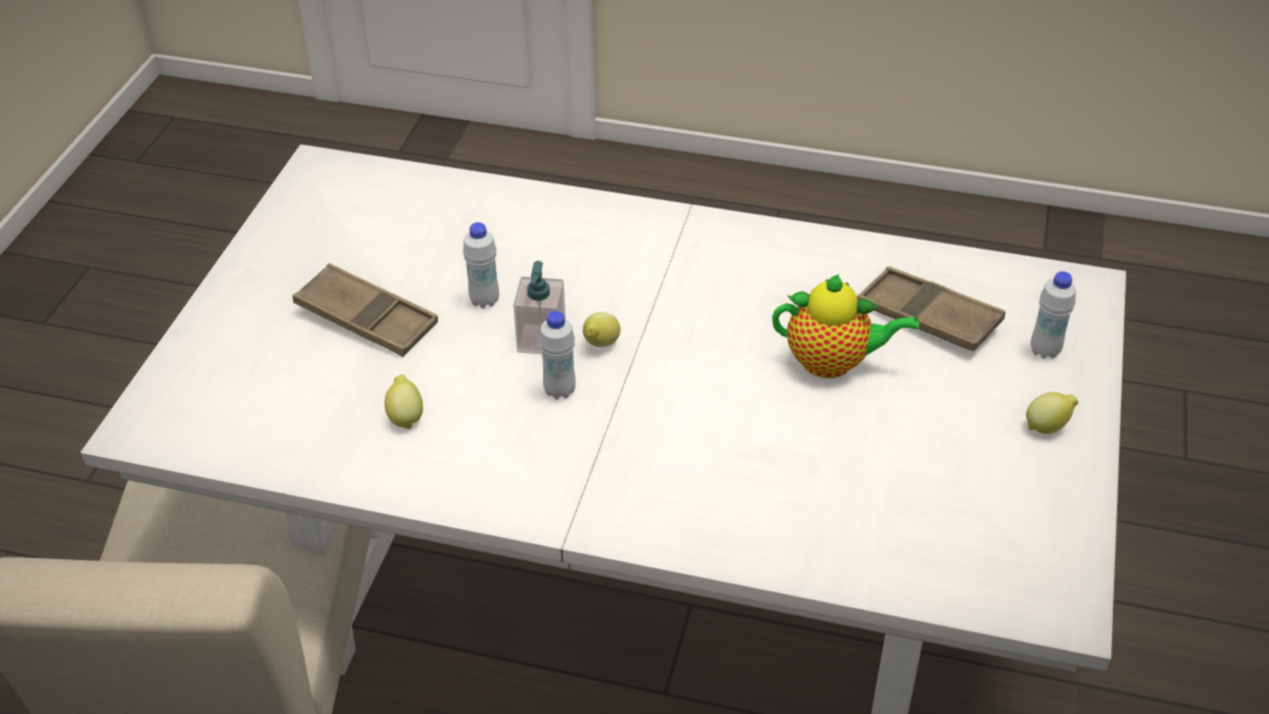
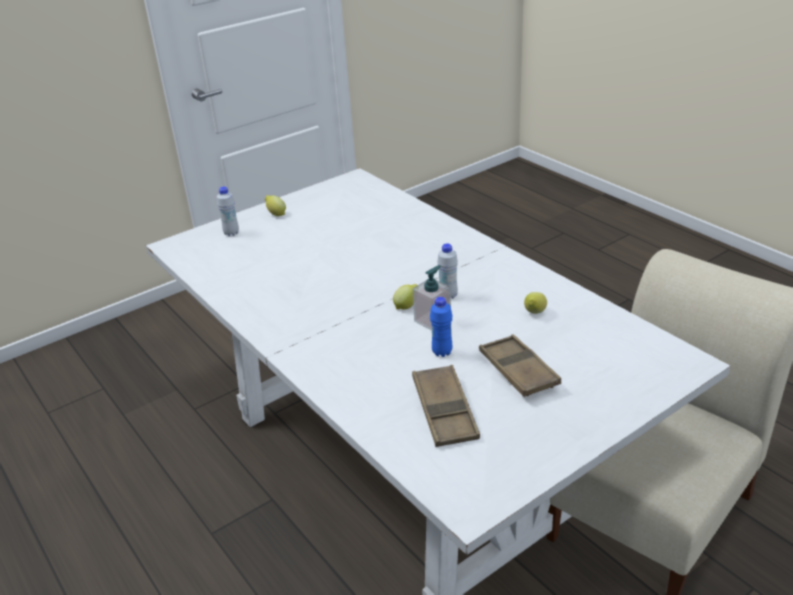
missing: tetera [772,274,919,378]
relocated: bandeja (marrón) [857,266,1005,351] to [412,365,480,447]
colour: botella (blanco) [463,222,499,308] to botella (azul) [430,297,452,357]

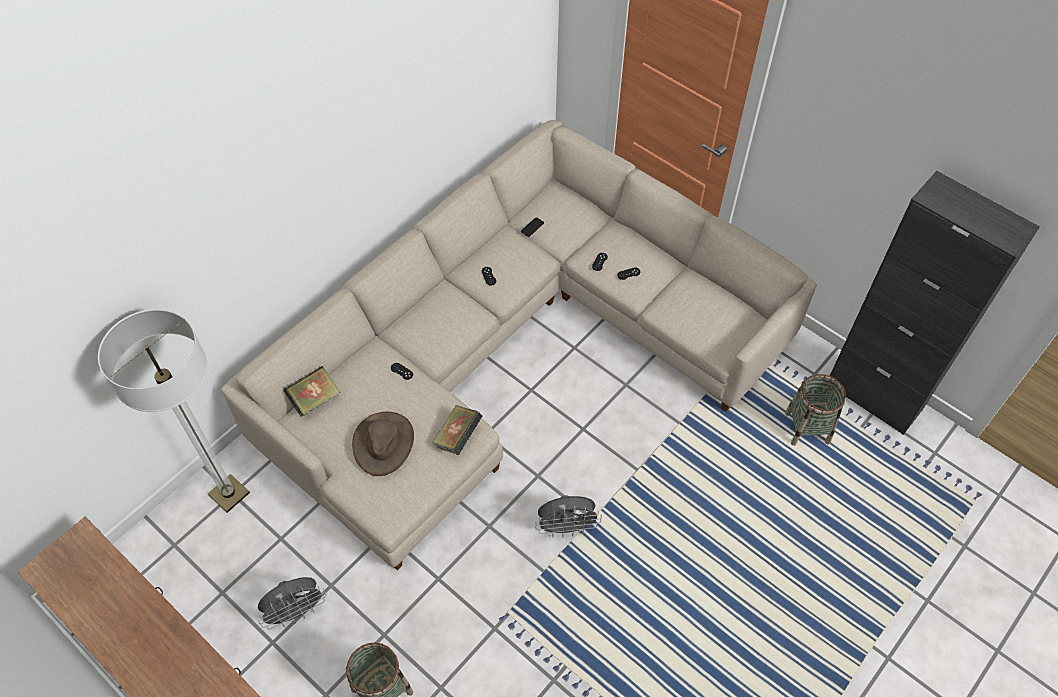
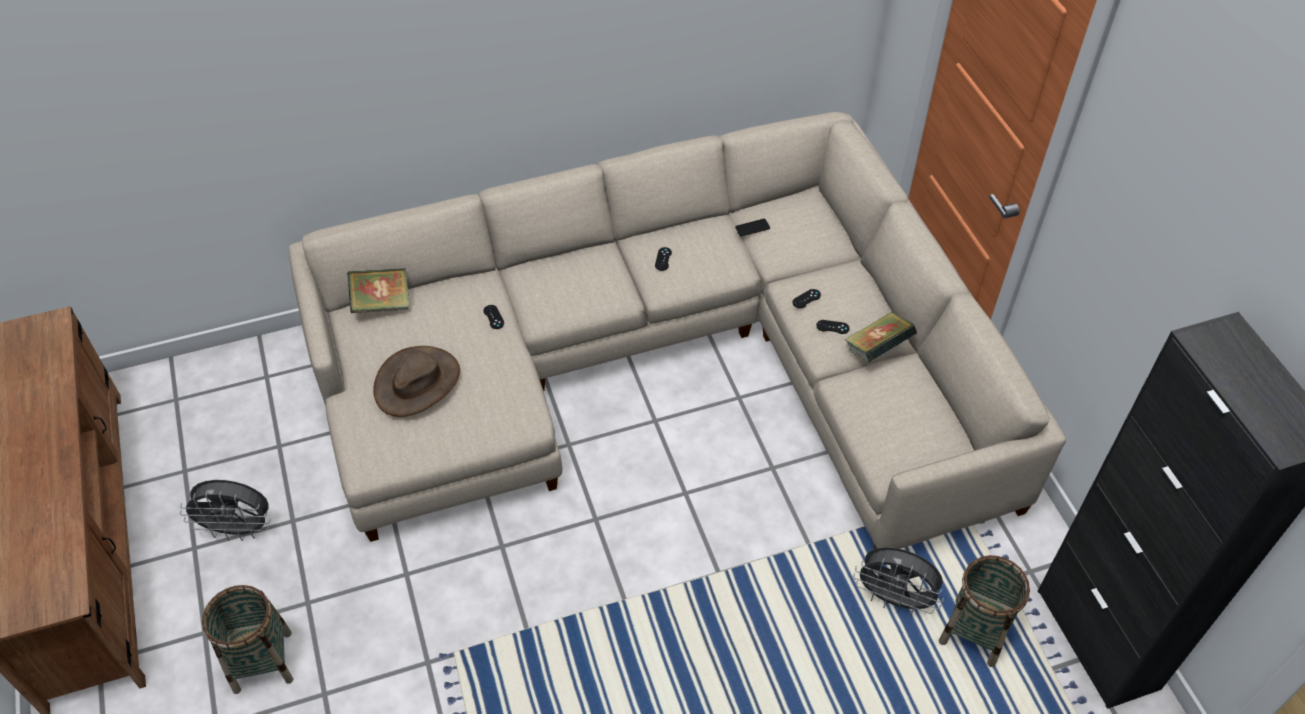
missing: lámpara de pie [98,309,250,513]
relocated: libro [432,405,482,455] to [844,312,917,362]; ventilador (gris) [535,495,602,537] to [853,547,944,616]

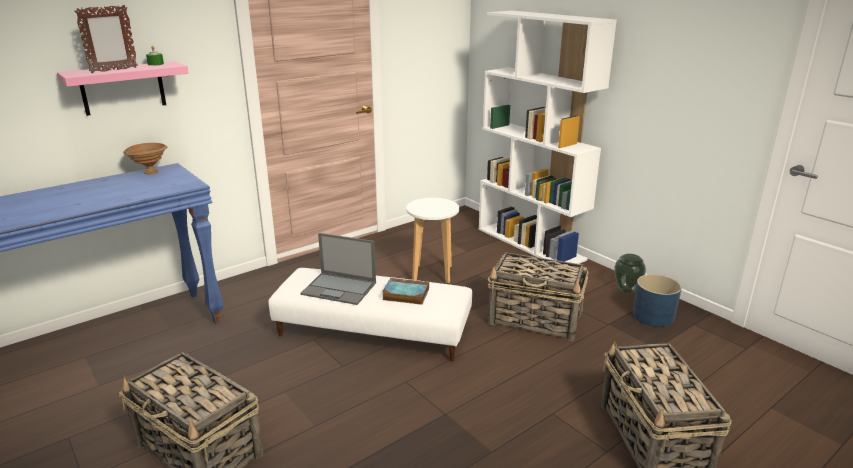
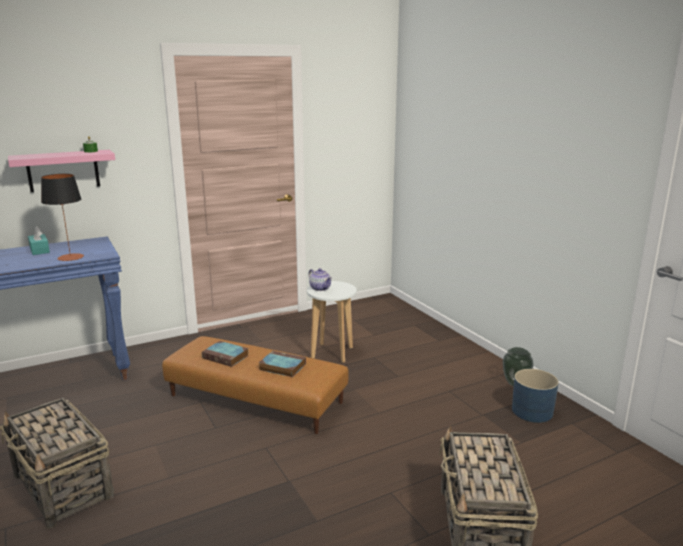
missing: portarretratos [74,5,138,73]; estantería (blanco) [479,11,617,264]; cuenco (marrón) [123,143,167,174]; cesta [488,252,589,341]
appeared: lámpara de mesa [41,174,84,261]; caja de pañuelos (turquesa) [28,227,50,255]; tetera [309,268,332,291]
exchanged: portátil [300,233,376,305] to libro [202,341,249,367]
colour: puf (blanco) [268,268,472,361] to puf (marrón) [162,336,349,434]

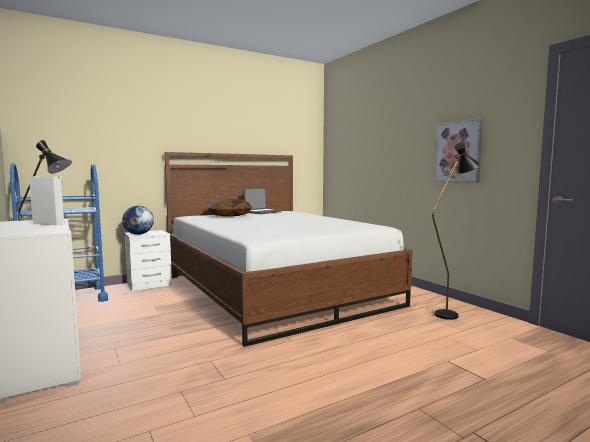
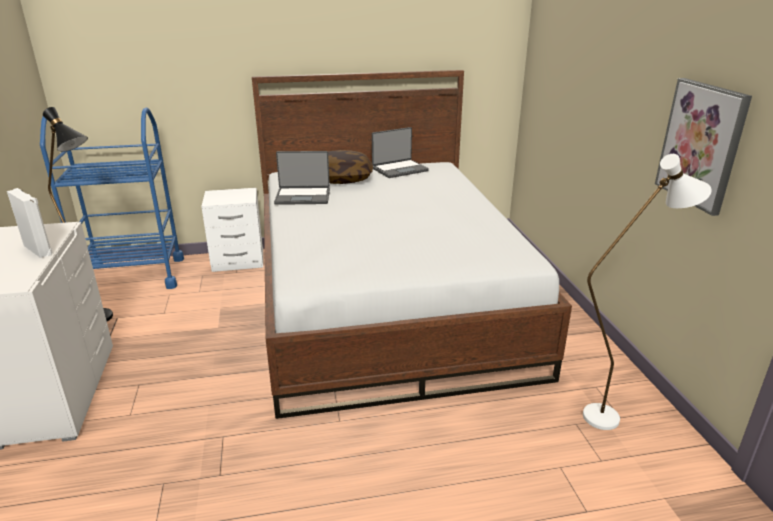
missing: globo terráqueo [122,206,154,235]
appeared: portátil [274,151,330,205]
colour: lámpara de pie (negro) [432,142,480,320] to lámpara de pie (blanco) [583,154,712,430]

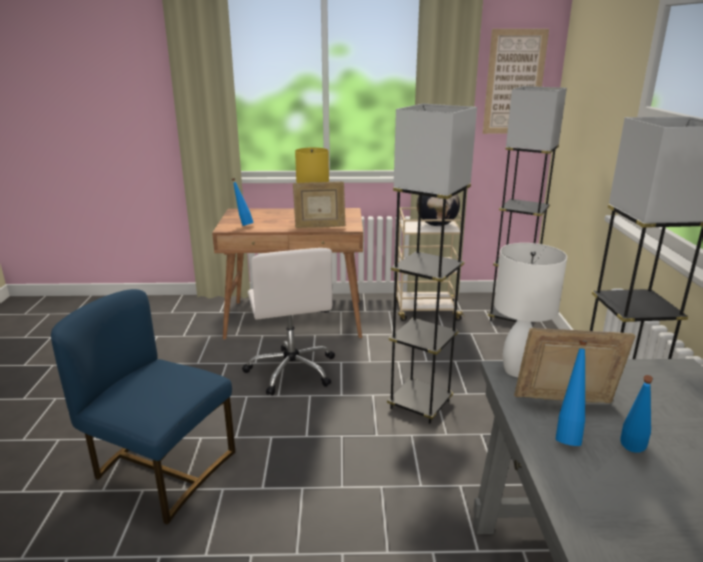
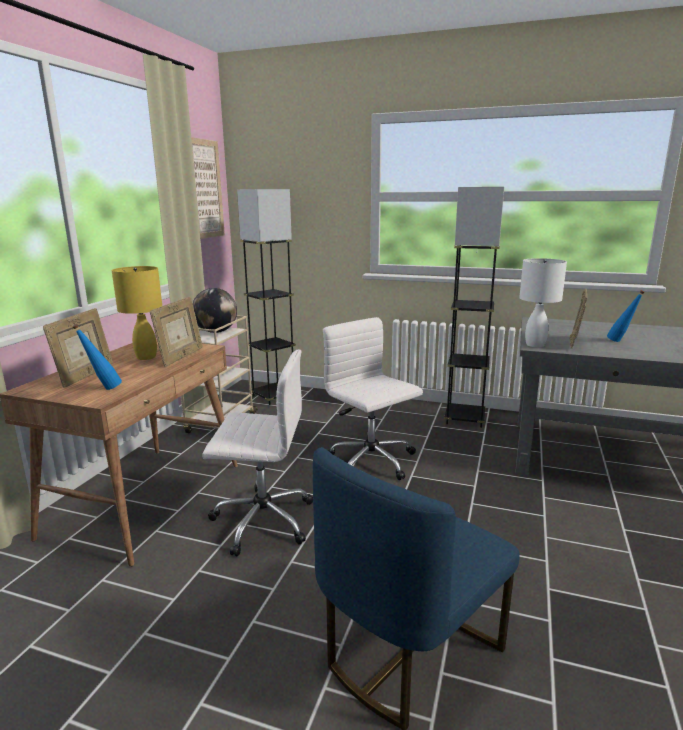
missing: botella (azul) [556,340,587,446]
appeared: portarretratos [43,308,113,388]
exchanged: lámpara de pie (negro) [387,104,477,424] to silla de oficina (blanco) [323,317,423,480]

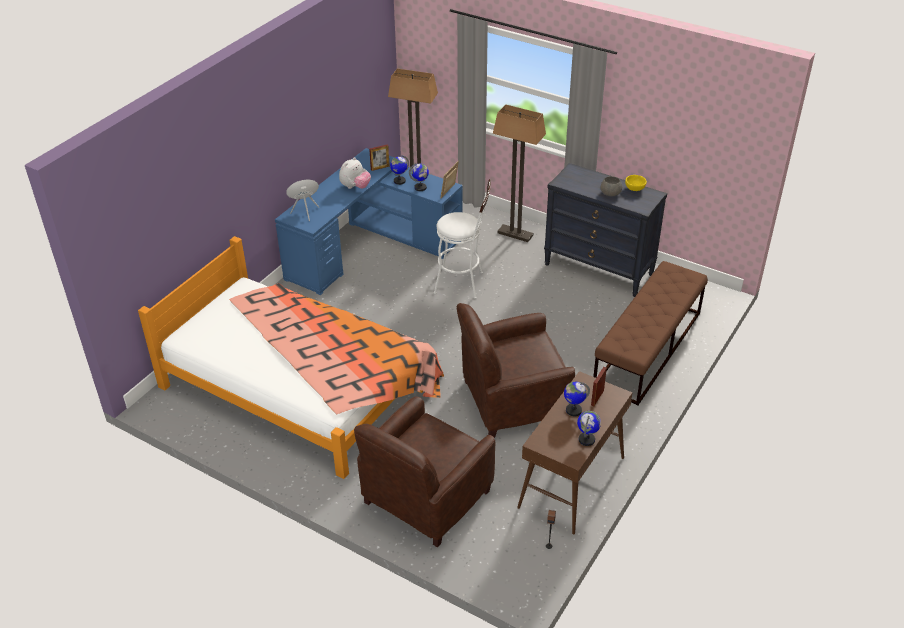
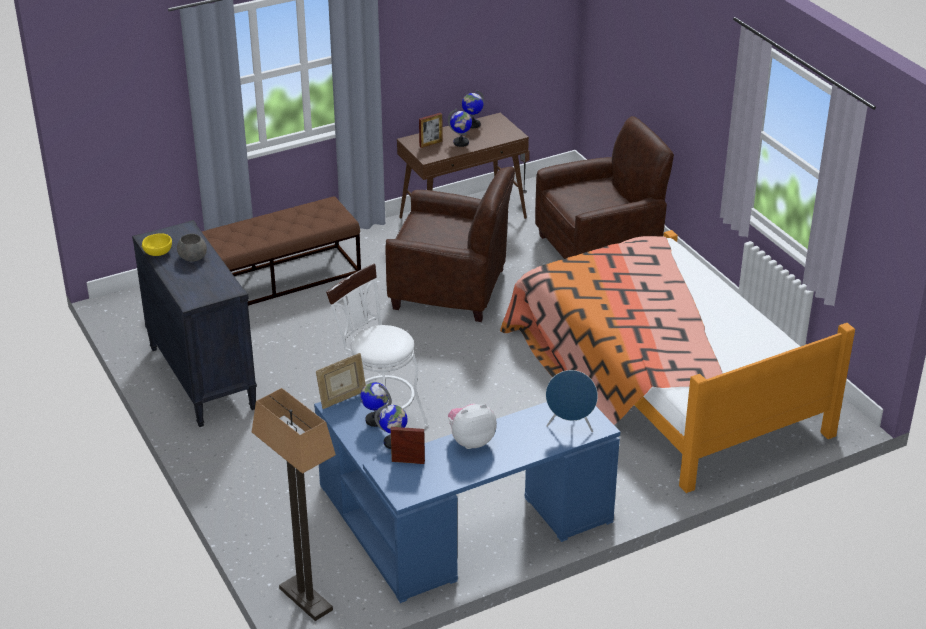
missing: lámpara de pie [493,104,546,242]

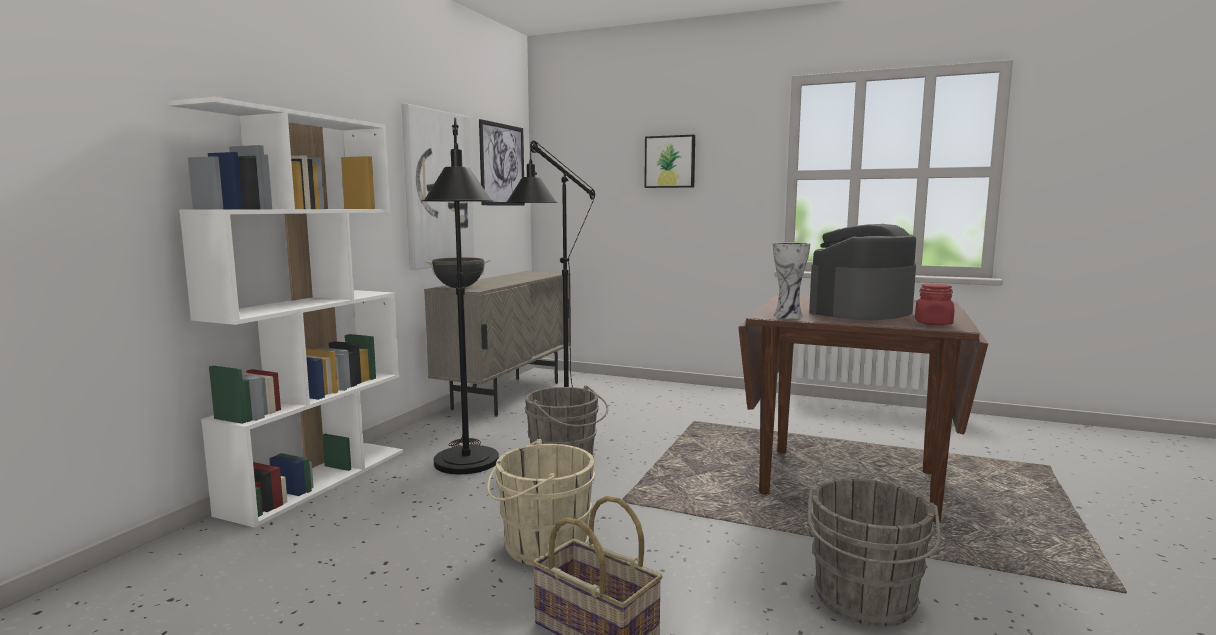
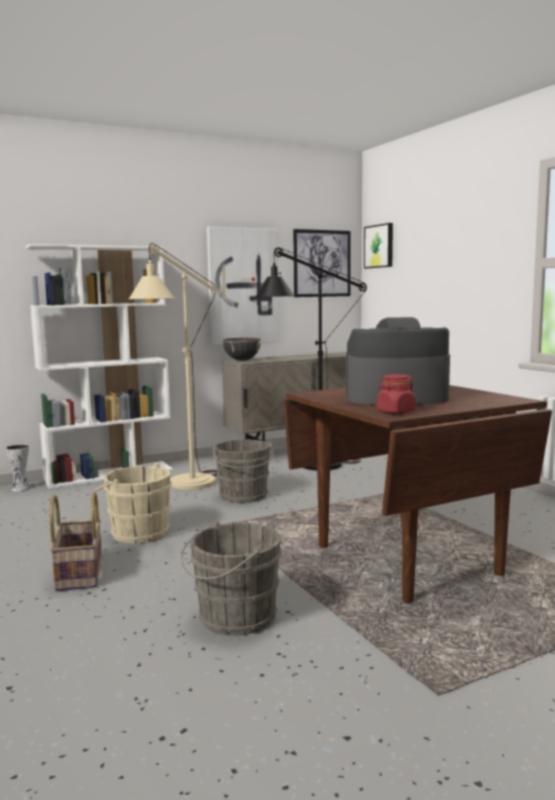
relocated: cuadro [644,135,695,188] to [364,223,393,268]; florero [773,242,810,319] to [6,444,30,492]
colour: lámpara de pie (negro) [422,118,499,474] to lámpara de pie (beis) [128,243,217,490]

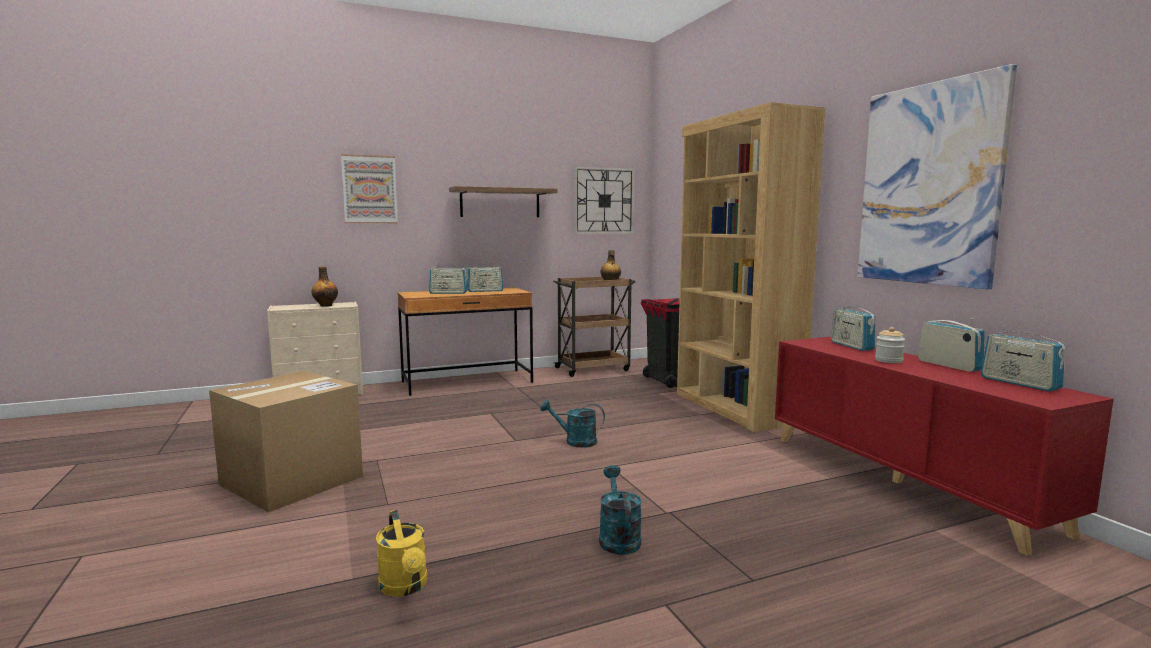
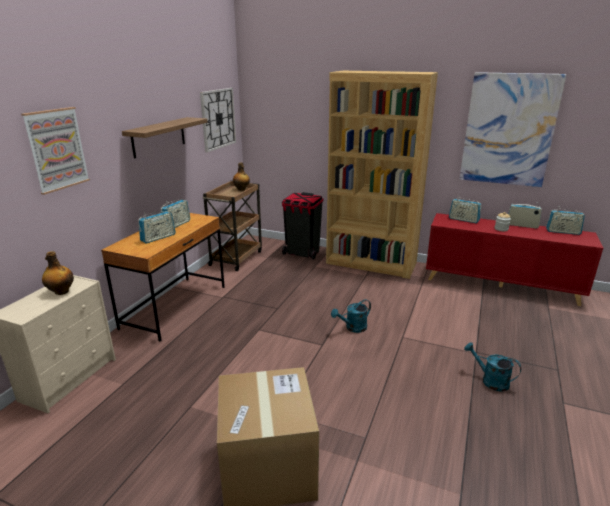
missing: regadera (amarillo) [376,510,427,597]

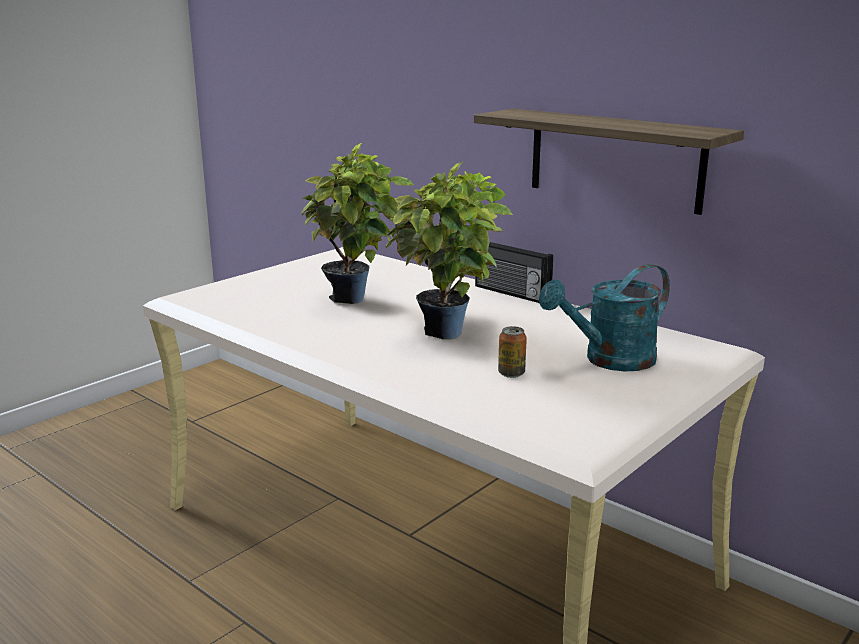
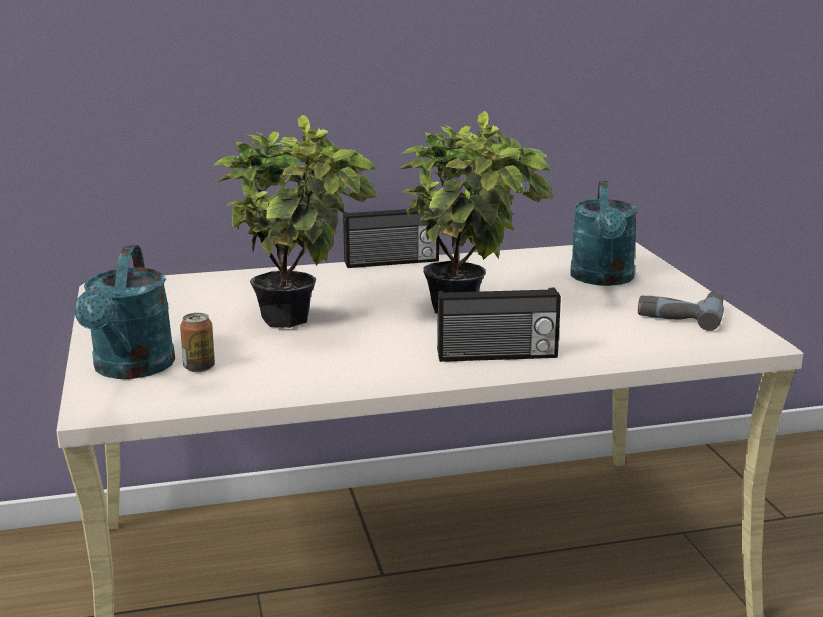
missing: estante [474,109,744,215]
appeared: regadera (turquesa) [74,245,175,379]; radio [437,288,561,362]; taladro [638,291,724,331]
relocated: lata [498,326,527,378] to [180,313,215,372]

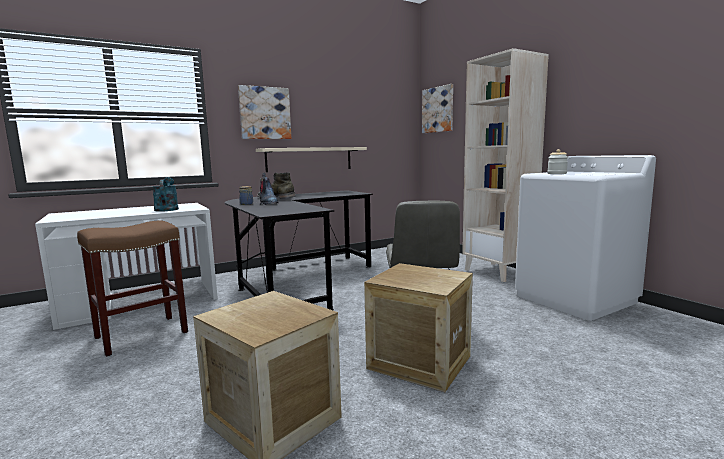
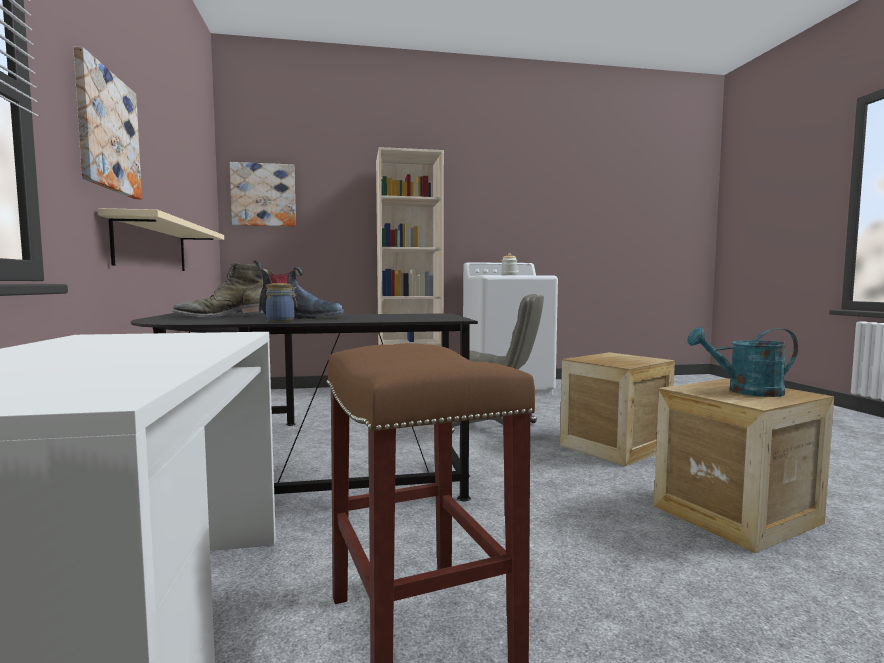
relocated: regadera (turquesa) [152,177,179,212] to [687,327,798,397]

